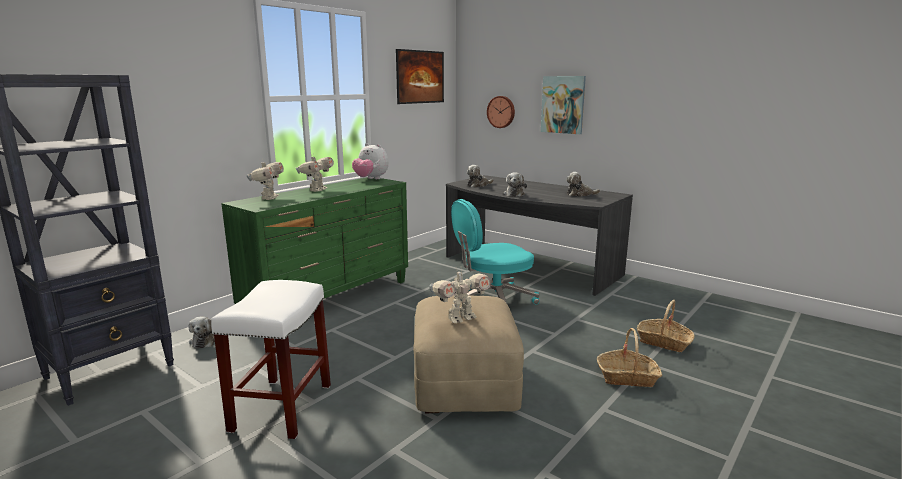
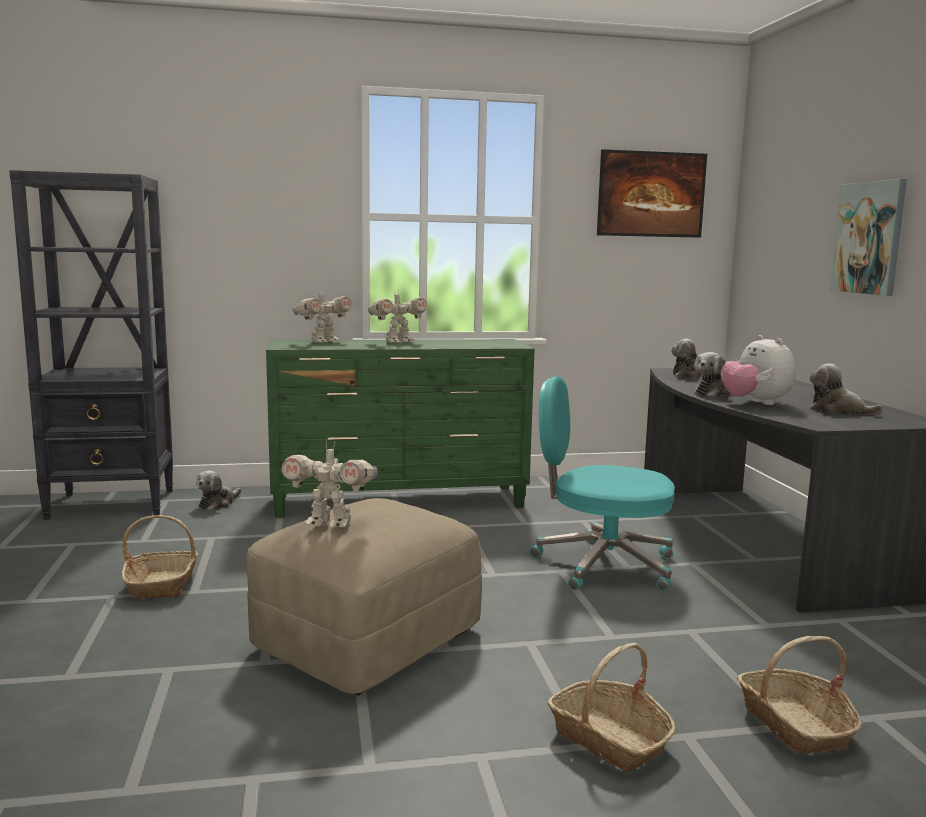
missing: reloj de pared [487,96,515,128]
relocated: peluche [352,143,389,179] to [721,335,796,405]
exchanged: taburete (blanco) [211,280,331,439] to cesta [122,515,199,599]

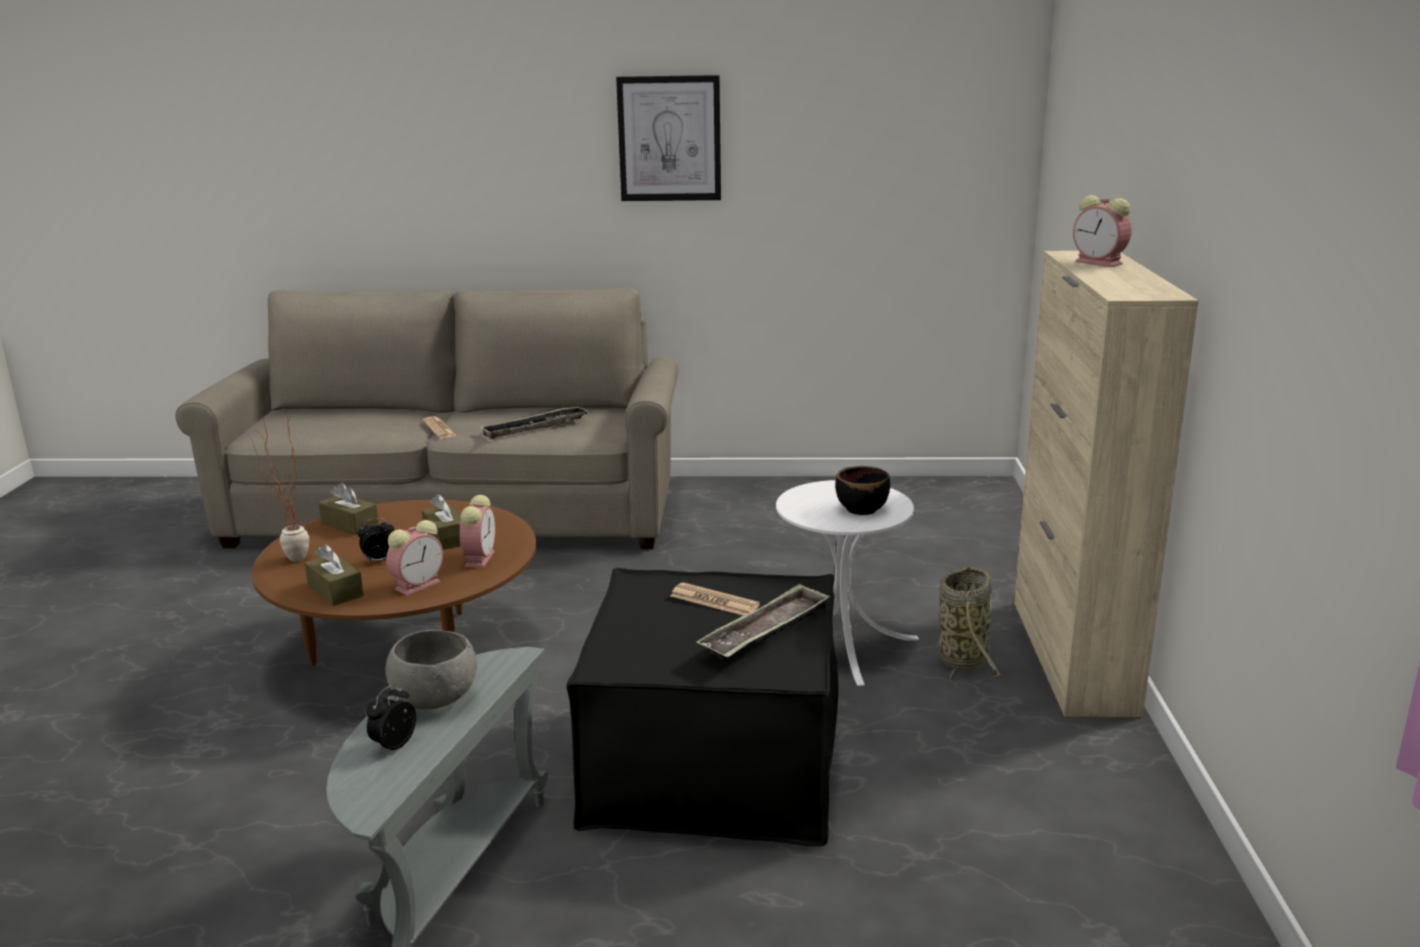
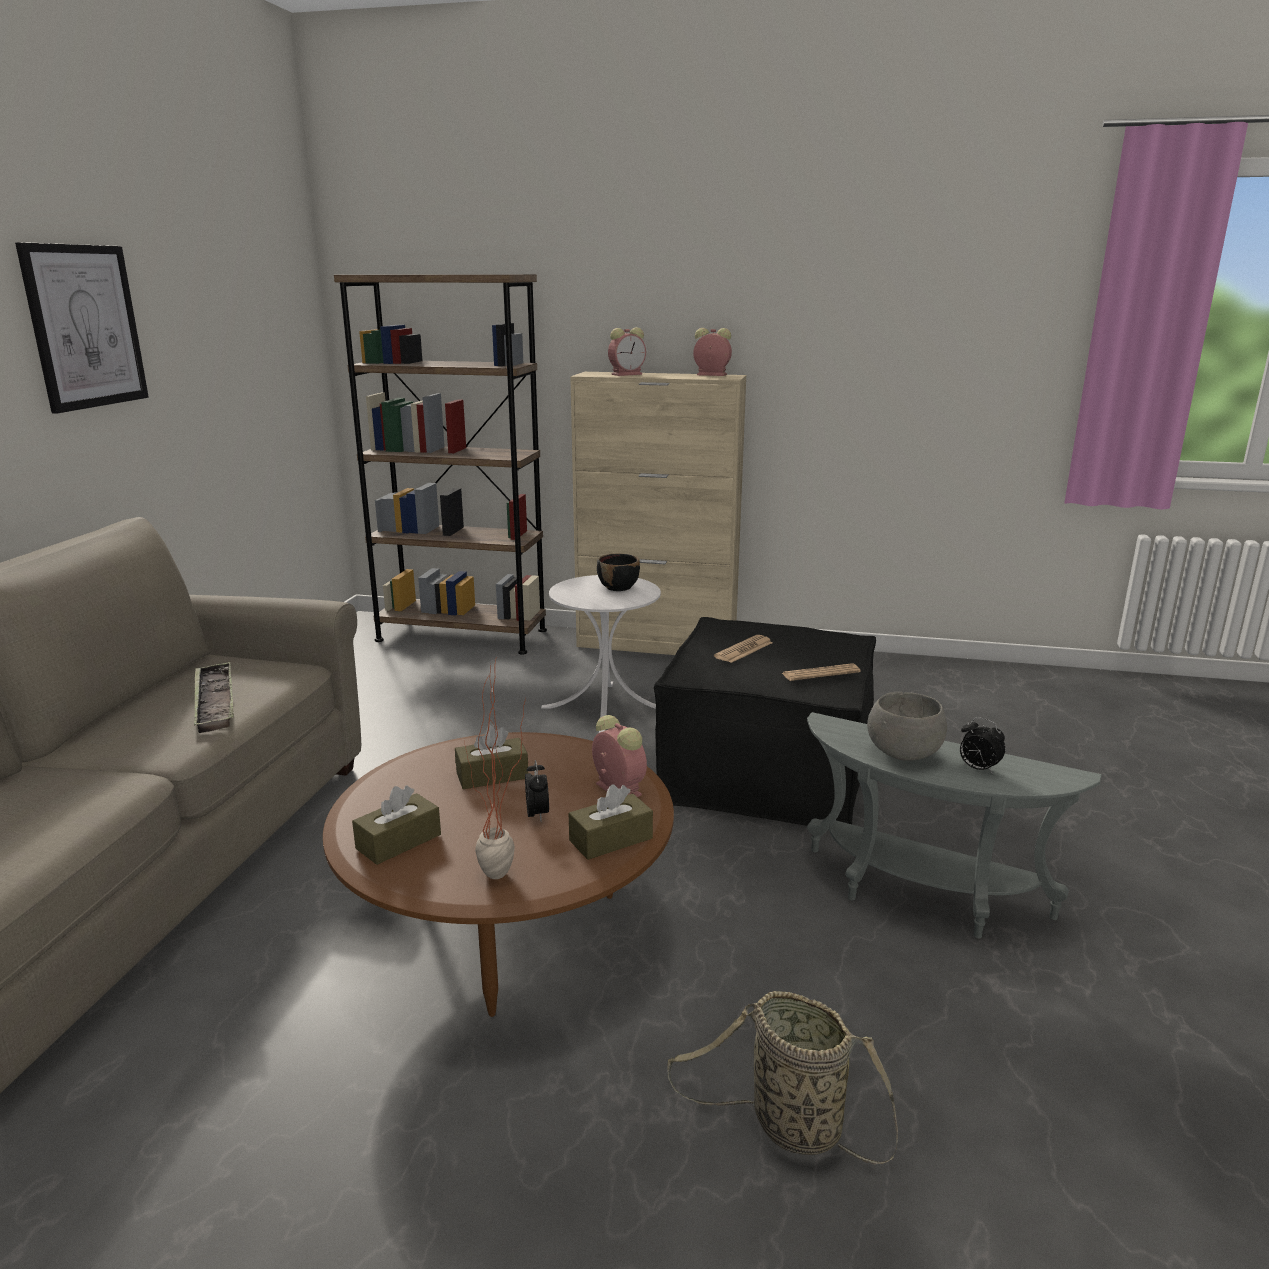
missing: bandeja [697,583,830,661]
appeared: estantería (marrón) [334,274,547,654]
relocated: periódico [423,416,456,439] to [782,663,861,681]; despertador [459,495,495,568] to [693,328,732,376]; cesta [939,567,1001,685] to [668,991,898,1164]

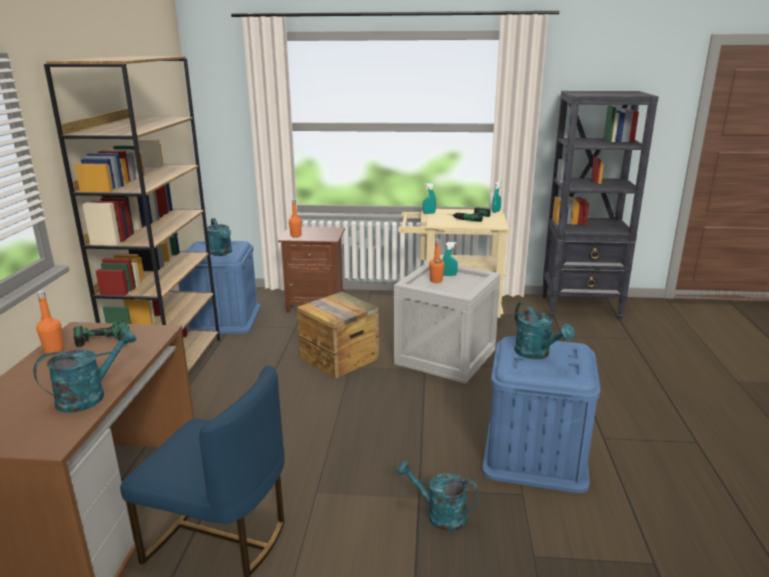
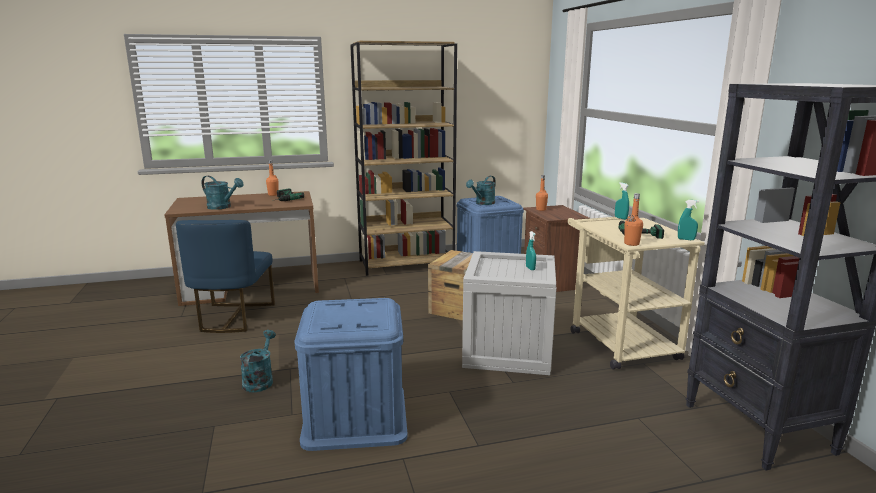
missing: regadera (turquesa) [514,302,575,359]
relocated: botella (naranja) [429,238,445,283] to [624,193,643,246]

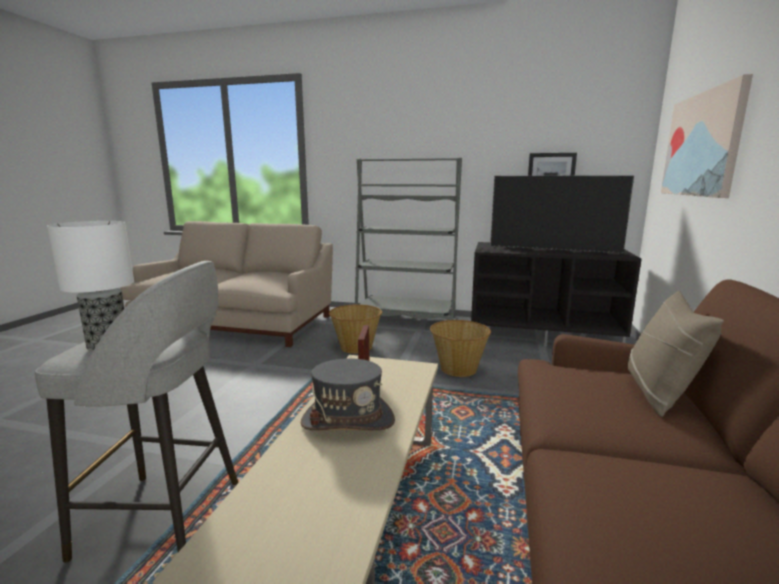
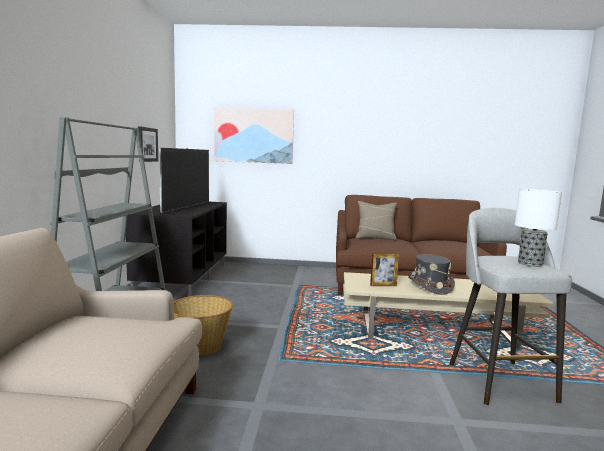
missing: cesta [430,320,491,377]

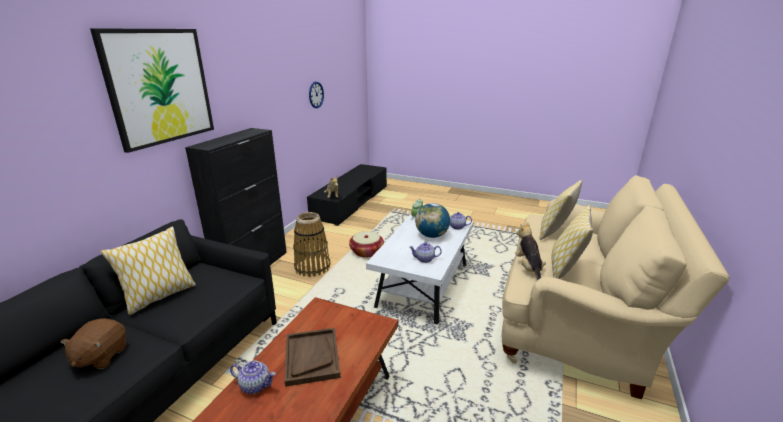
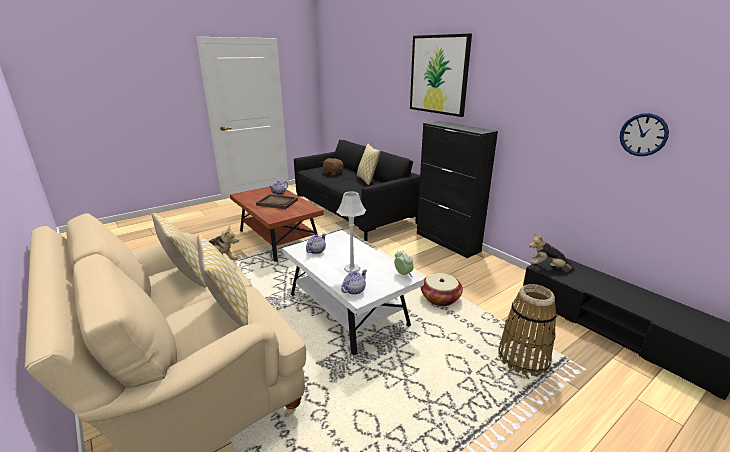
relocated: cesta [293,212,330,277] to [498,284,557,376]
exchanged: globo terráqueo [415,203,450,238] to lámpara de mesa (gris) [336,191,366,273]

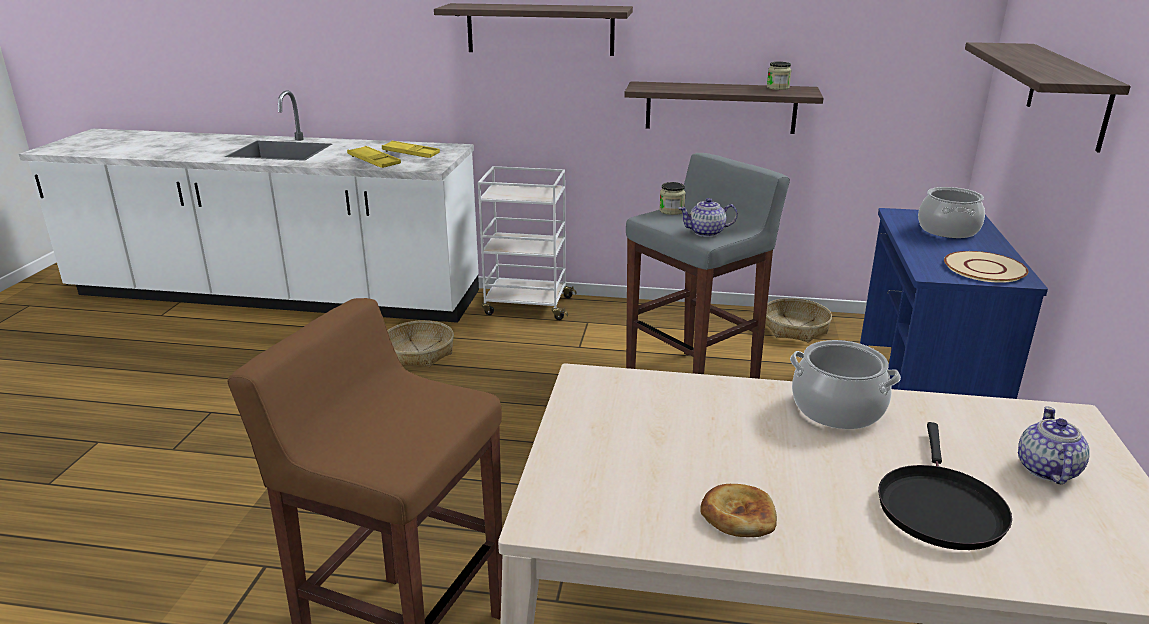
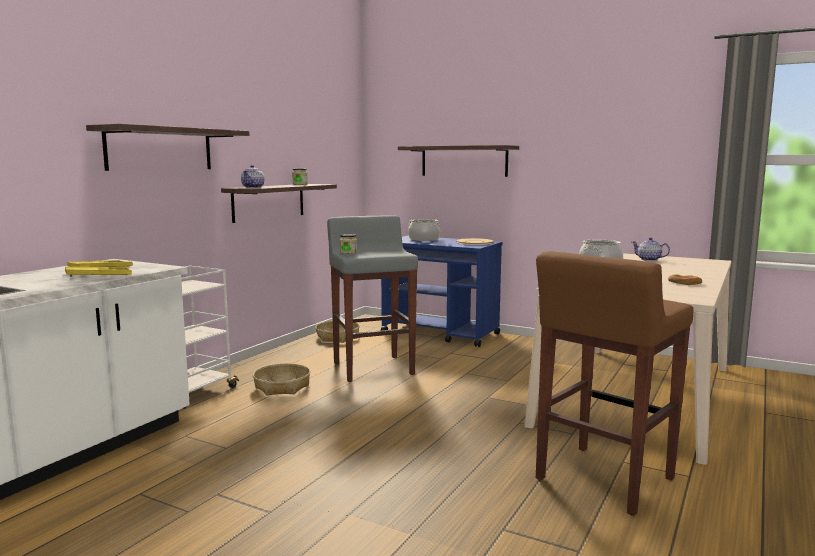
missing: sartén (negro) [878,422,1012,550]
relocated: tetera [678,198,738,237] to [241,165,264,188]; cesta [387,320,454,367] to [253,363,310,396]

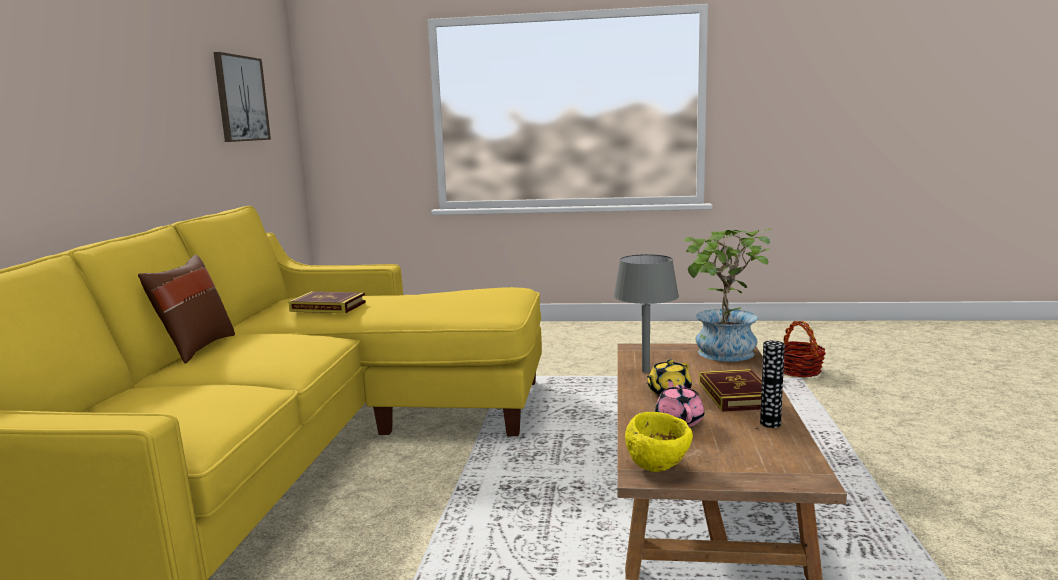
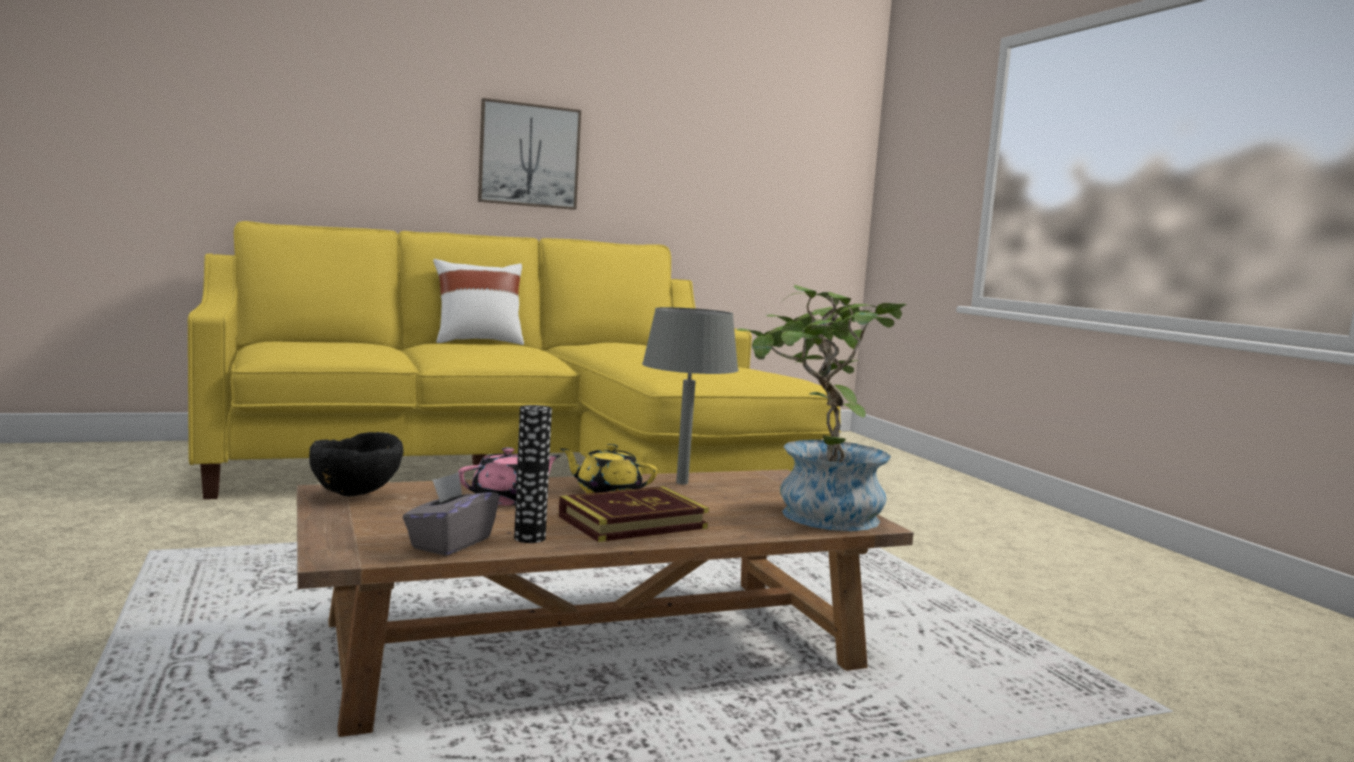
missing: libro [288,291,366,313]; cesta [783,321,826,377]
appeared: caja de pañuelos (gris) [403,472,499,556]
relocated: cuadro [214,52,271,142] to [478,98,581,210]
colour: cojín (marrón) [138,255,235,364] to cojín (blanco) [433,259,524,345]; cuenco (amarillo) [625,412,693,472] to cuenco (negro) [309,432,404,497]

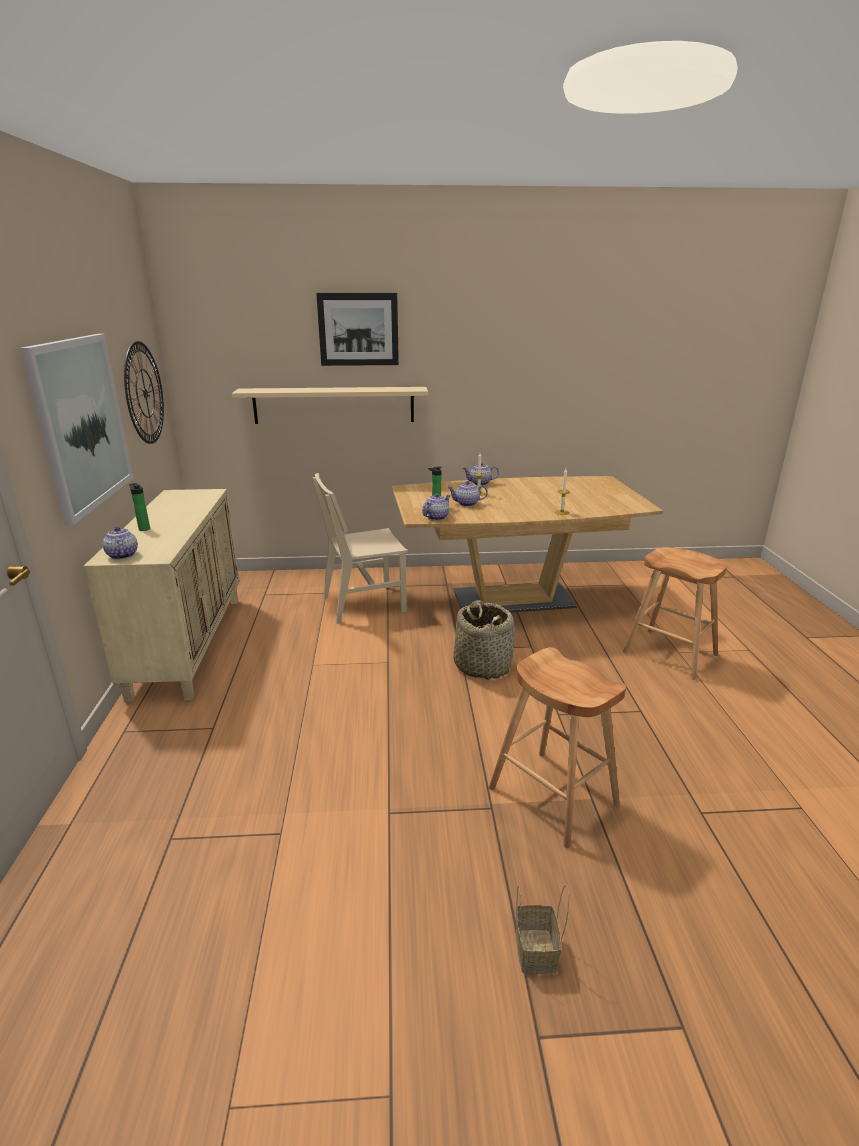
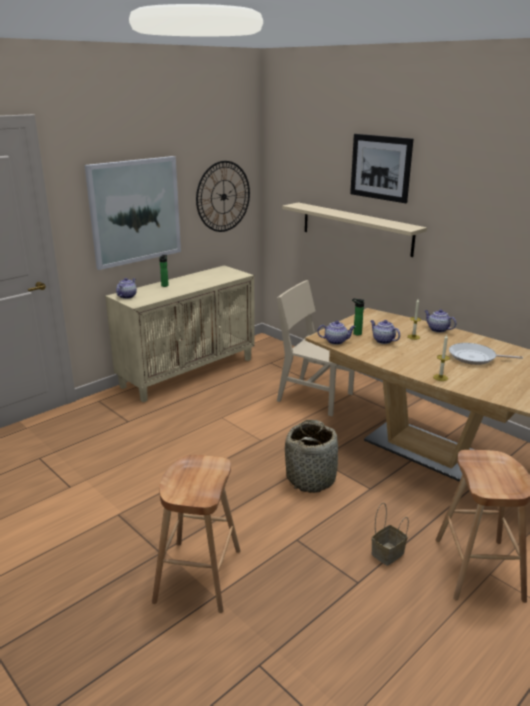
appeared: sartén [449,343,523,365]
relocated: cesta [516,885,569,974] to [371,503,409,566]

